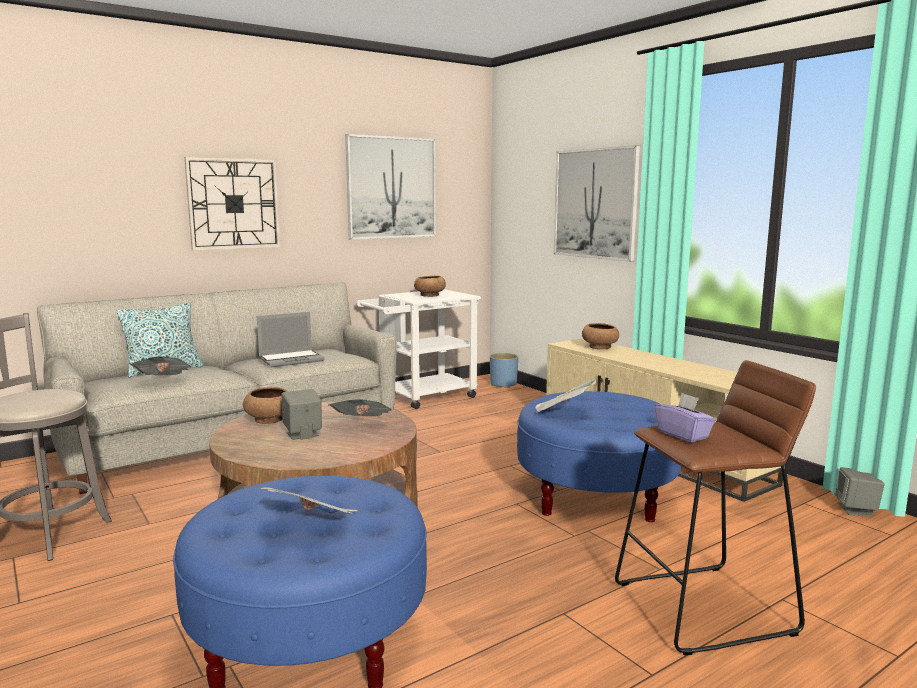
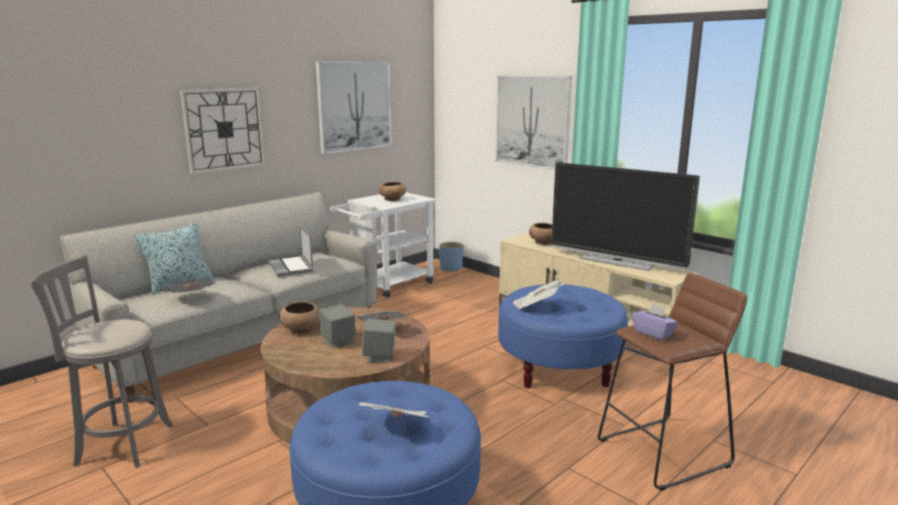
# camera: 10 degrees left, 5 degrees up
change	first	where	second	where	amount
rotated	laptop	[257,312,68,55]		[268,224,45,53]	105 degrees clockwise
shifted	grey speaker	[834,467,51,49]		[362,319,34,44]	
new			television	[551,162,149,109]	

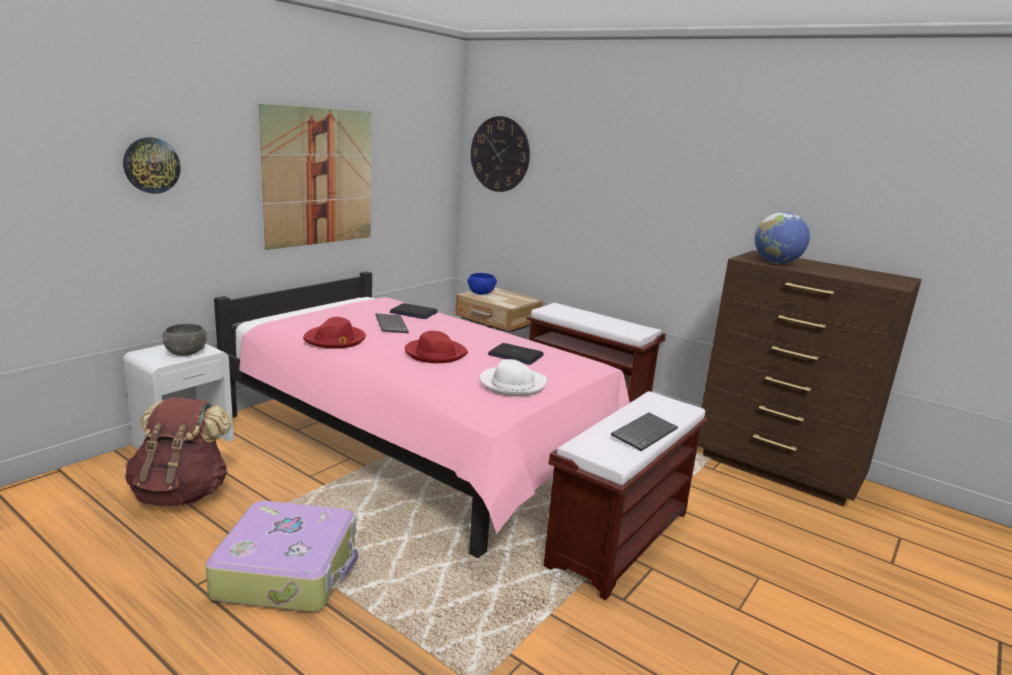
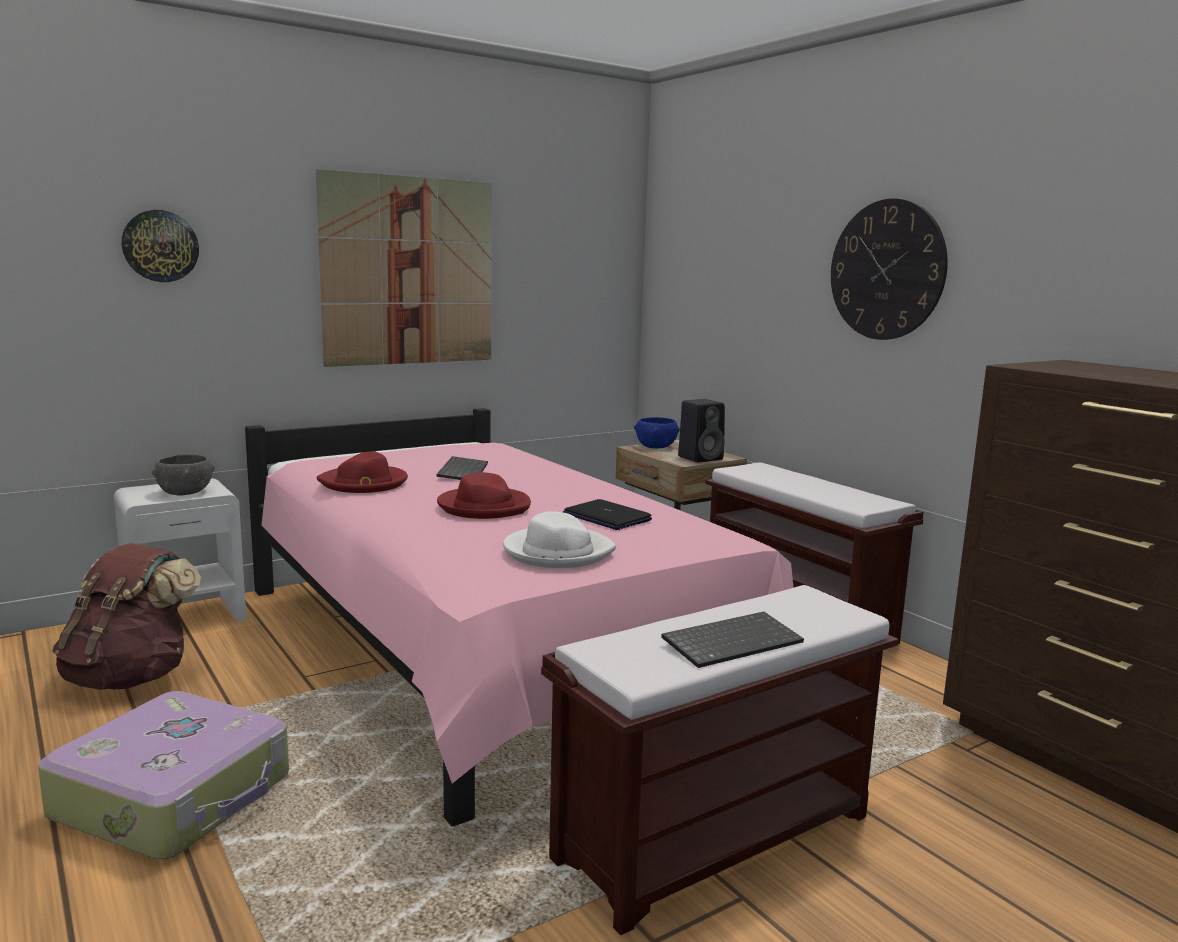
# camera: 20 degrees right, 5 degrees down
change	first	where	second	where	amount
gone	laptop	[390,303,48,16]			
shifted	wall clock	[471,116,59,76]		[831,198,117,142]	
gone	globe	[755,212,55,52]			
new			black speaker	[678,399,47,63]	

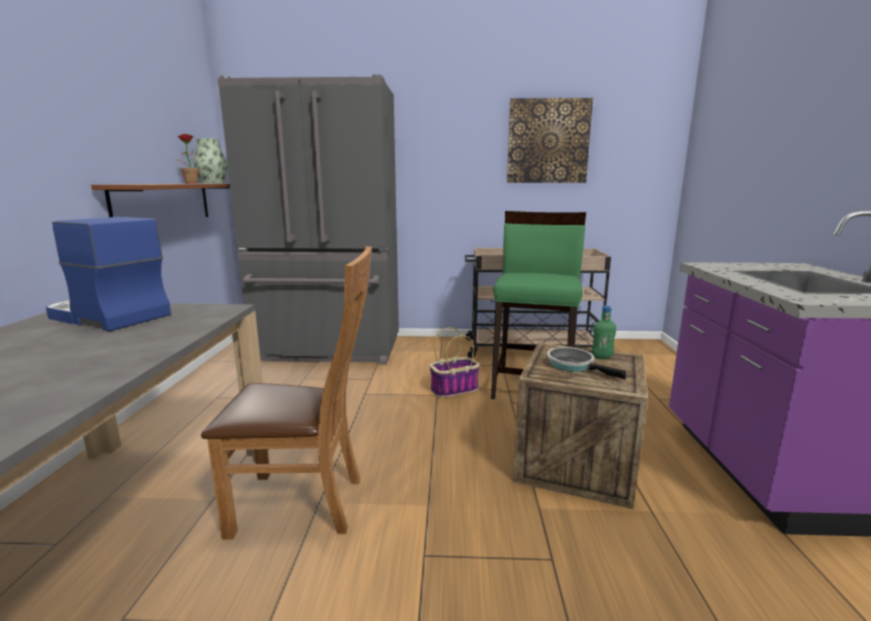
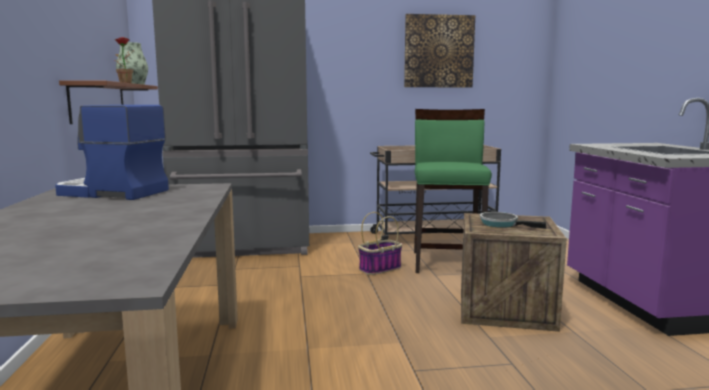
# camera: 10 degrees left, 5 degrees down
change	first	where	second	where	amount
gone	brown chair	[201,246,171,293]			
gone	green bottle	[592,306,24,53]			

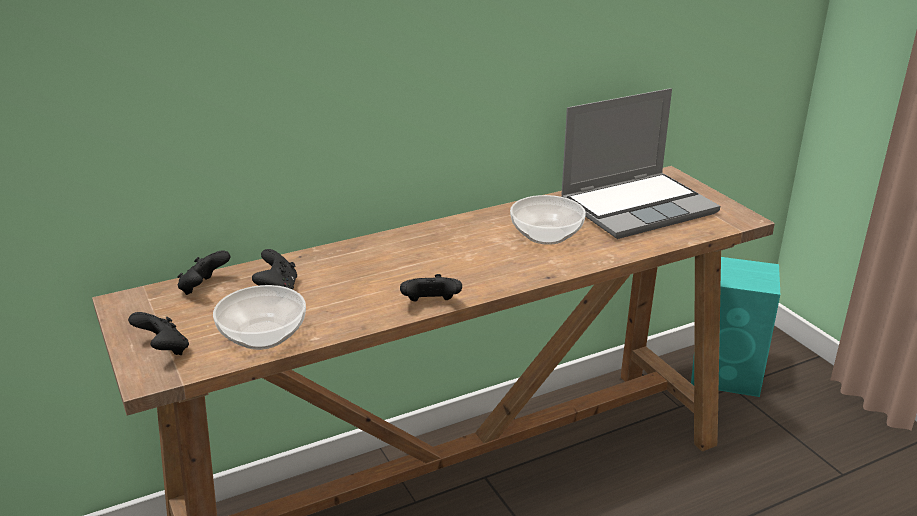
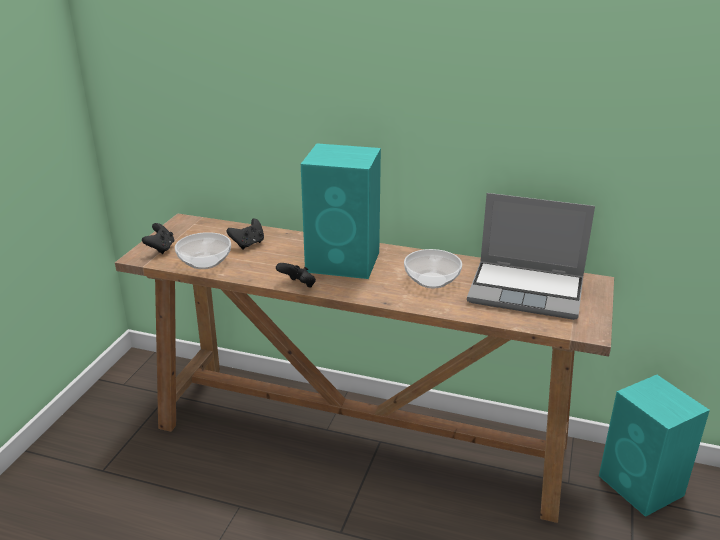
# camera: 45 degrees right, 0 degrees up
change	first	where	second	where	amount
gone	black game controller	[177,250,53,45]			
new			turquoise speaker	[301,143,80,136]	

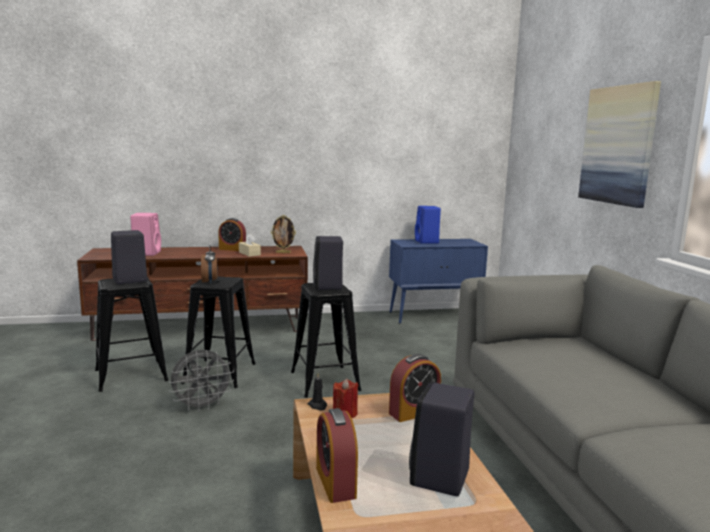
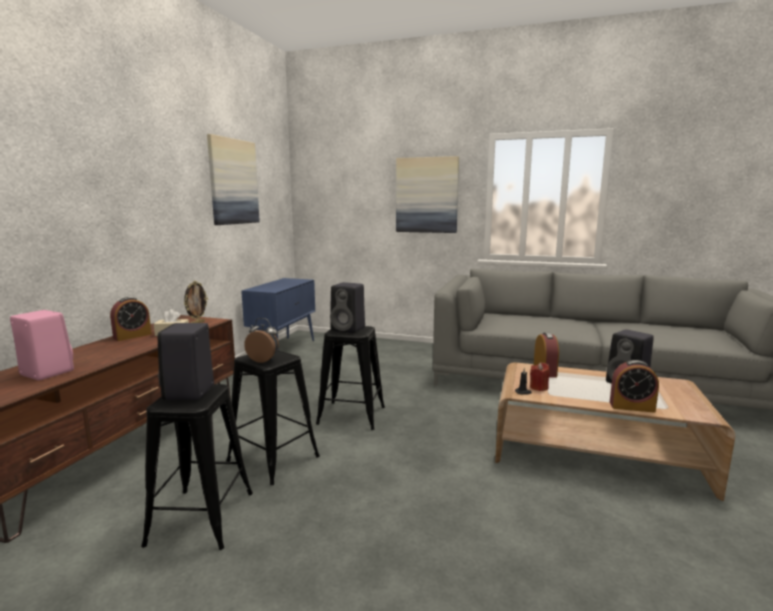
# camera: 60 degrees left, 0 degrees up
change	first	where	second	where	amount
gone	grey fan	[169,350,65,62]			
gone	blue speaker	[415,206,26,38]			
new			picture	[207,134,53,91]	

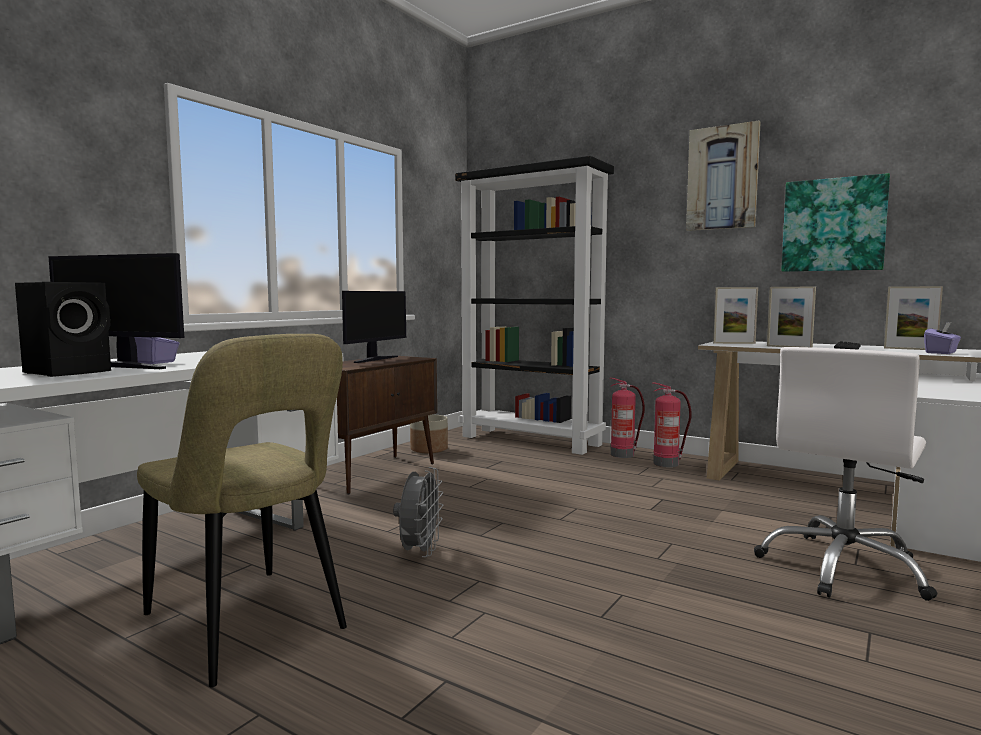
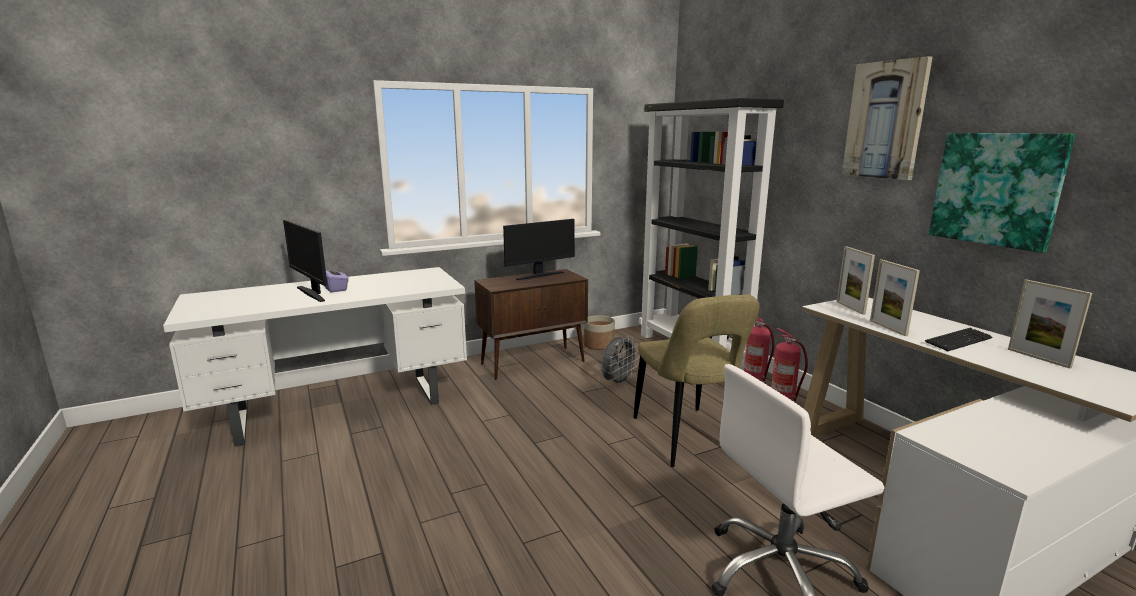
# camera: 30 degrees right, 10 degrees up
change	first	where	second	where	amount
gone	black speaker	[15,282,96,95]			
shifted	beige chair	[137,334,210,354]		[633,294,126,173]	
shifted	grey fan	[393,467,50,90]		[601,336,38,50]	
rotated	picture frame	[713,287,45,57]		[837,246,38,69]	45 degrees clockwise
gone	purple tissue box	[924,322,37,32]			

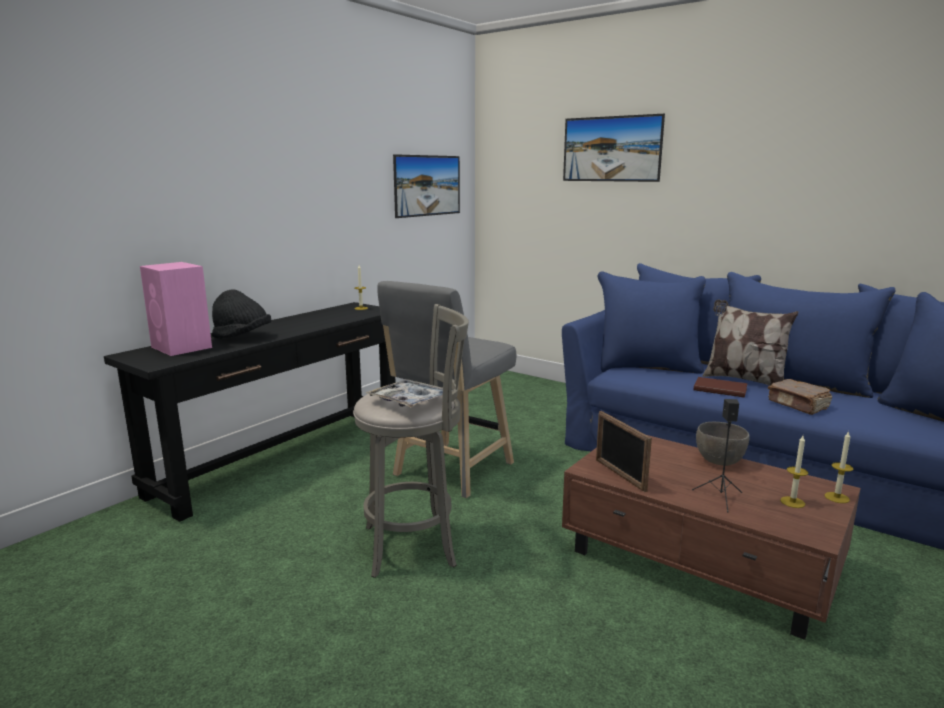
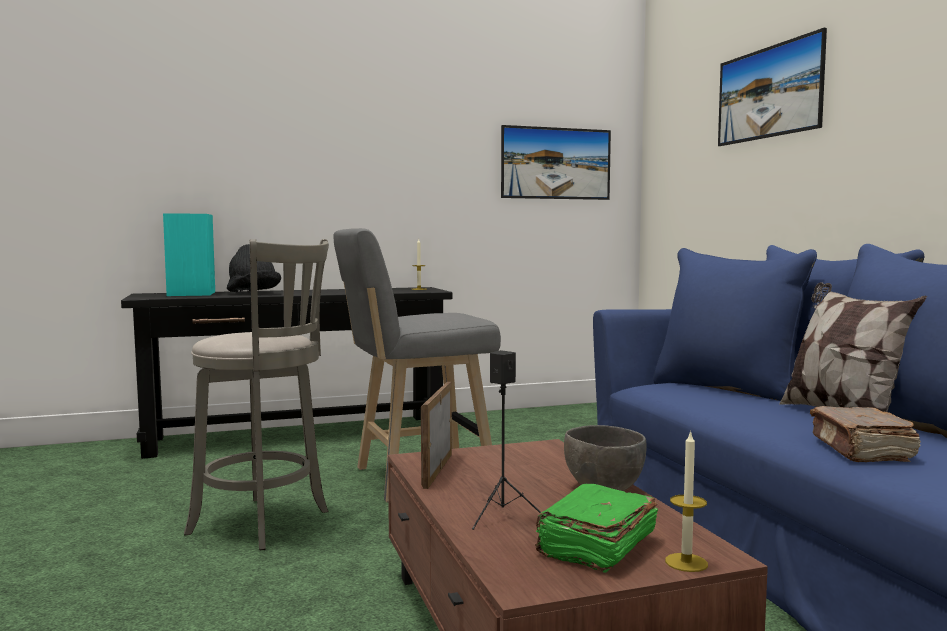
# camera: 35 degrees right, 10 degrees down
change	first	where	second	where	amount
repainted	pink speaker	[140,262,72,94]	turquoise speaker	[163,213,52,83]	
gone	tray	[366,379,77,29]			
gone	brown book	[694,377,54,21]			
swapped	candle	[780,436,29,72]	green book	[535,484,123,89]	

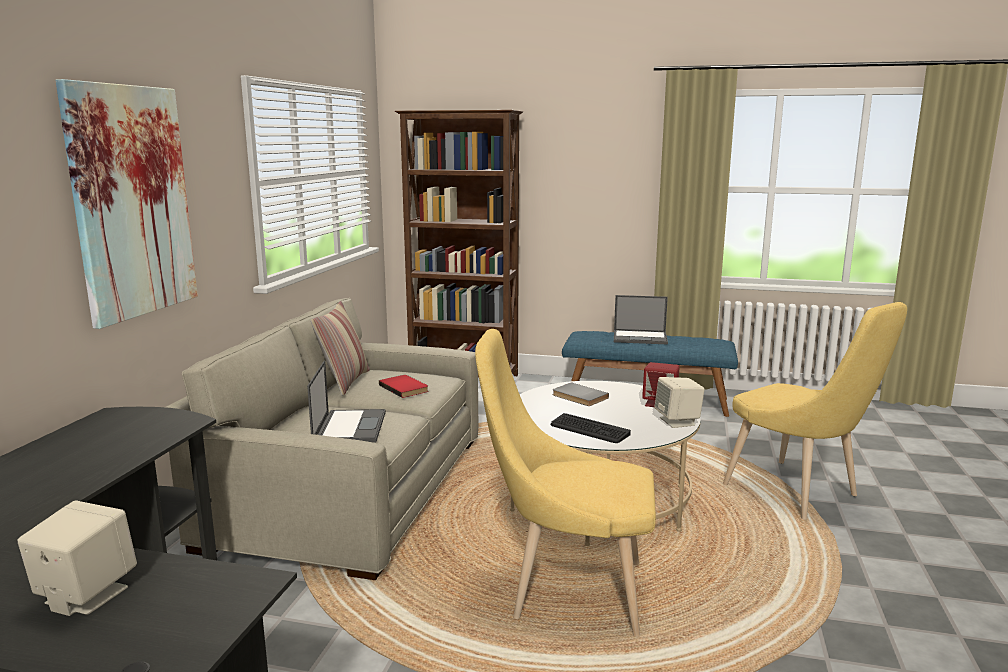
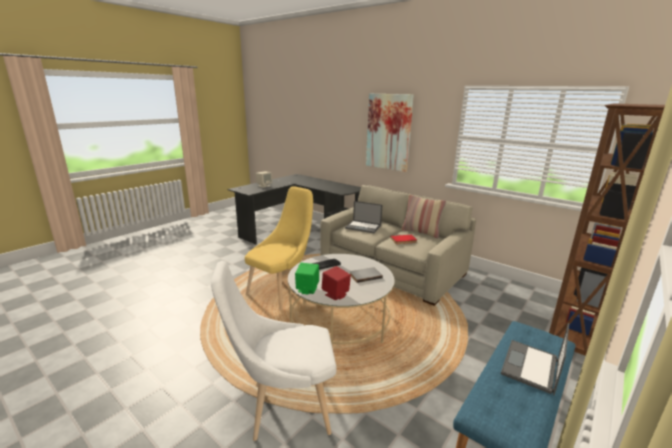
# camera: 115 degrees right, 5 degrees up
change	first	where	second	where	amount
repainted	beige speaker	[654,377,51,51]	green speaker	[295,263,24,32]	
repainted	yellow chair	[723,302,184,218]	white chair	[211,261,125,180]	

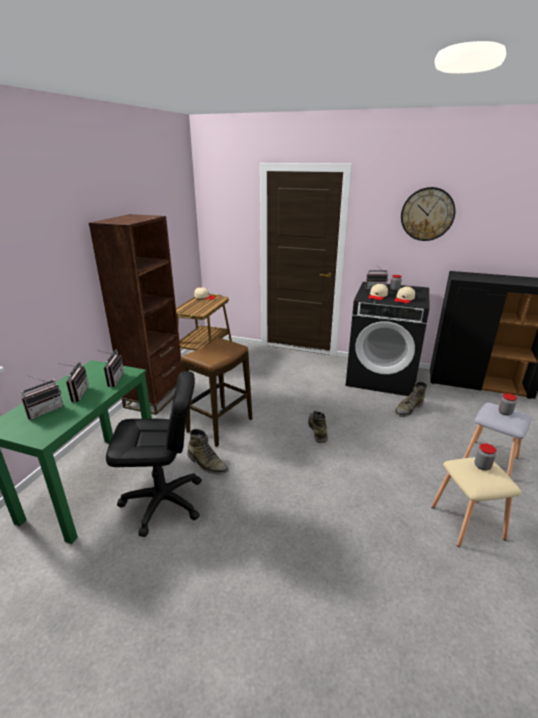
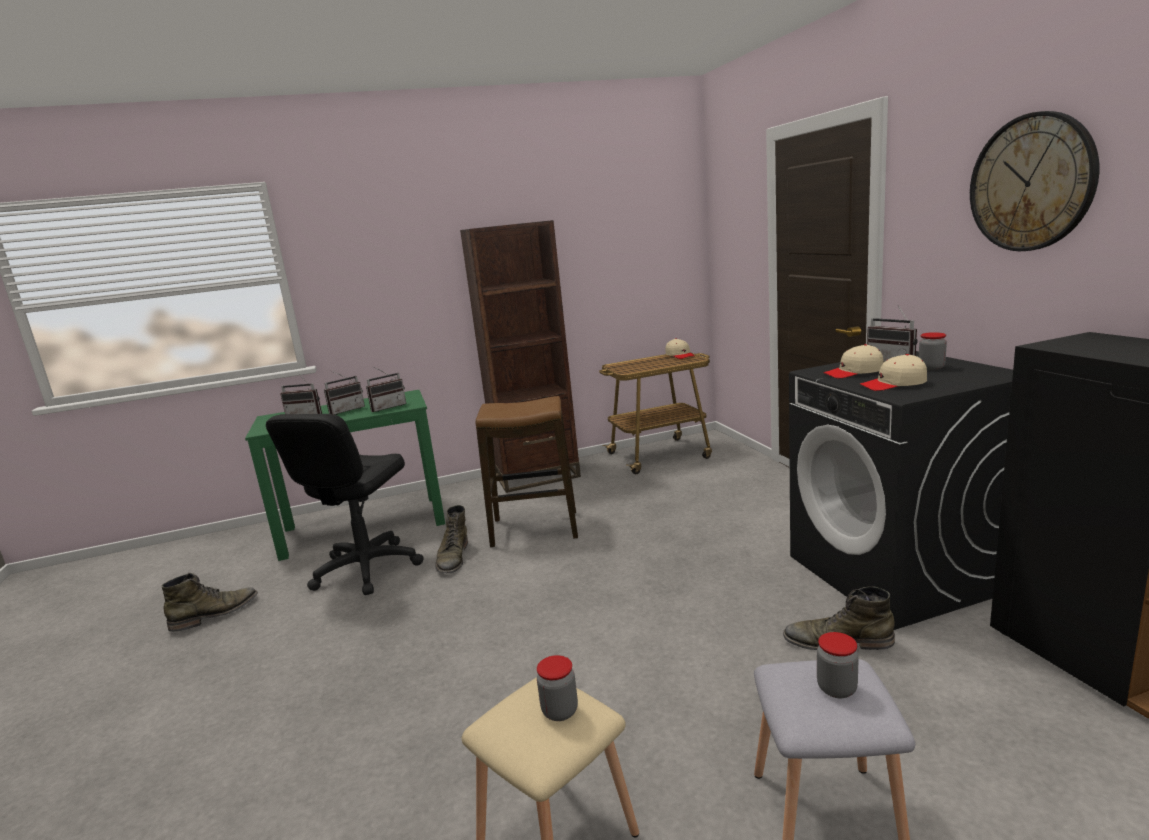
# camera: 55 degrees right, 10 degrees down
change	first	where	second	where	amount
rotated	black office chair	[106,371,96,166]		[266,414,158,181]	60 degrees clockwise
shifted	green boot	[308,411,20,32]		[162,573,96,59]	

